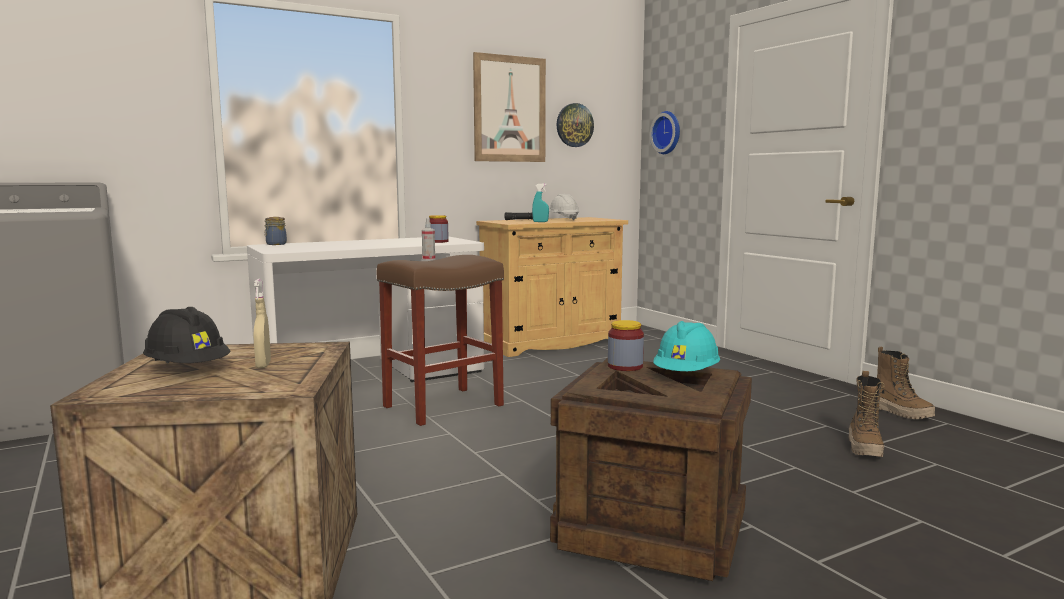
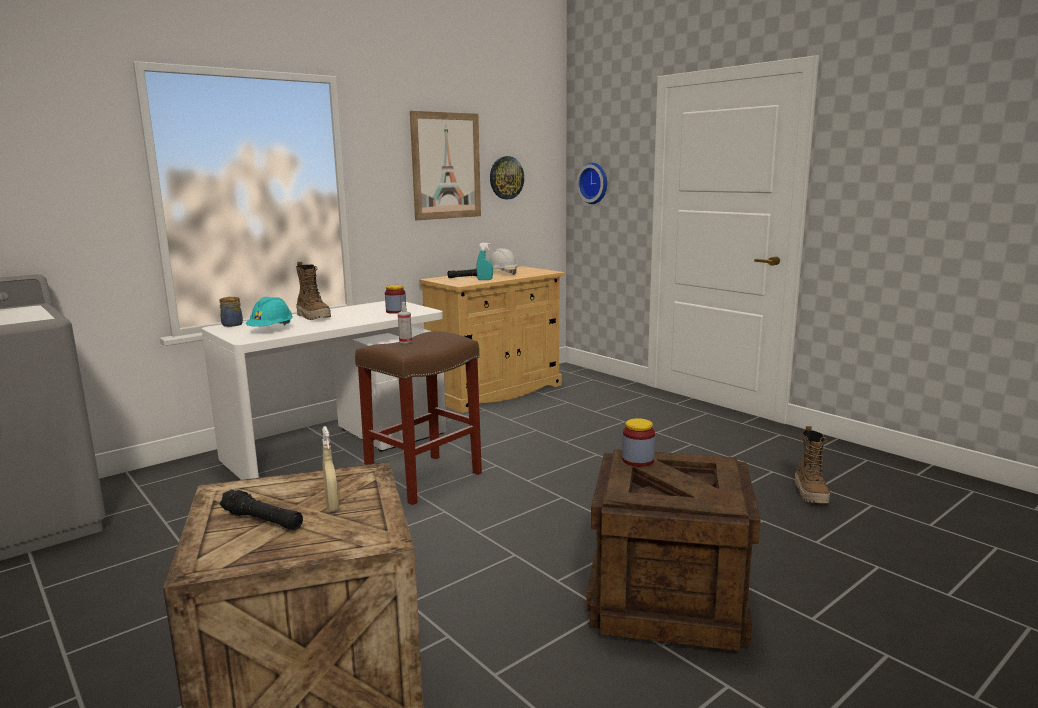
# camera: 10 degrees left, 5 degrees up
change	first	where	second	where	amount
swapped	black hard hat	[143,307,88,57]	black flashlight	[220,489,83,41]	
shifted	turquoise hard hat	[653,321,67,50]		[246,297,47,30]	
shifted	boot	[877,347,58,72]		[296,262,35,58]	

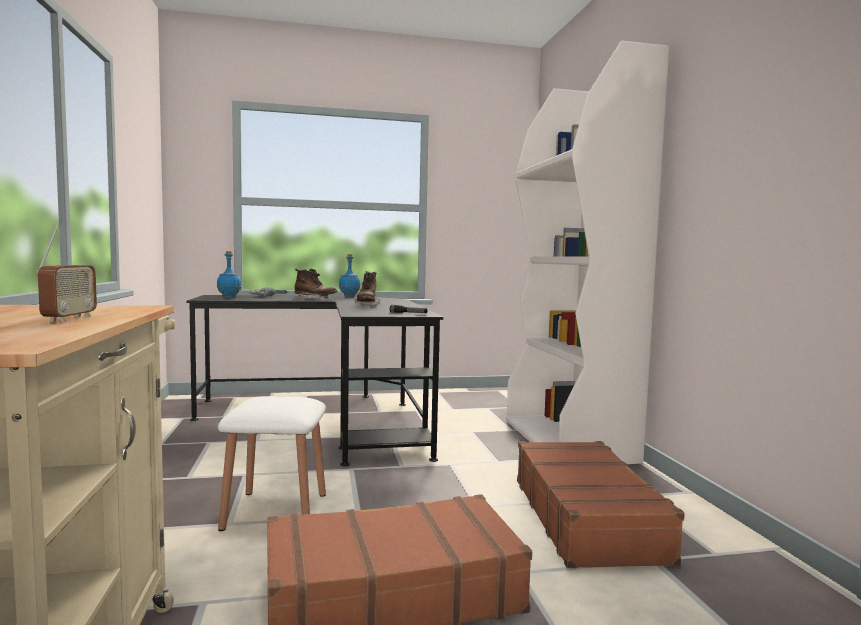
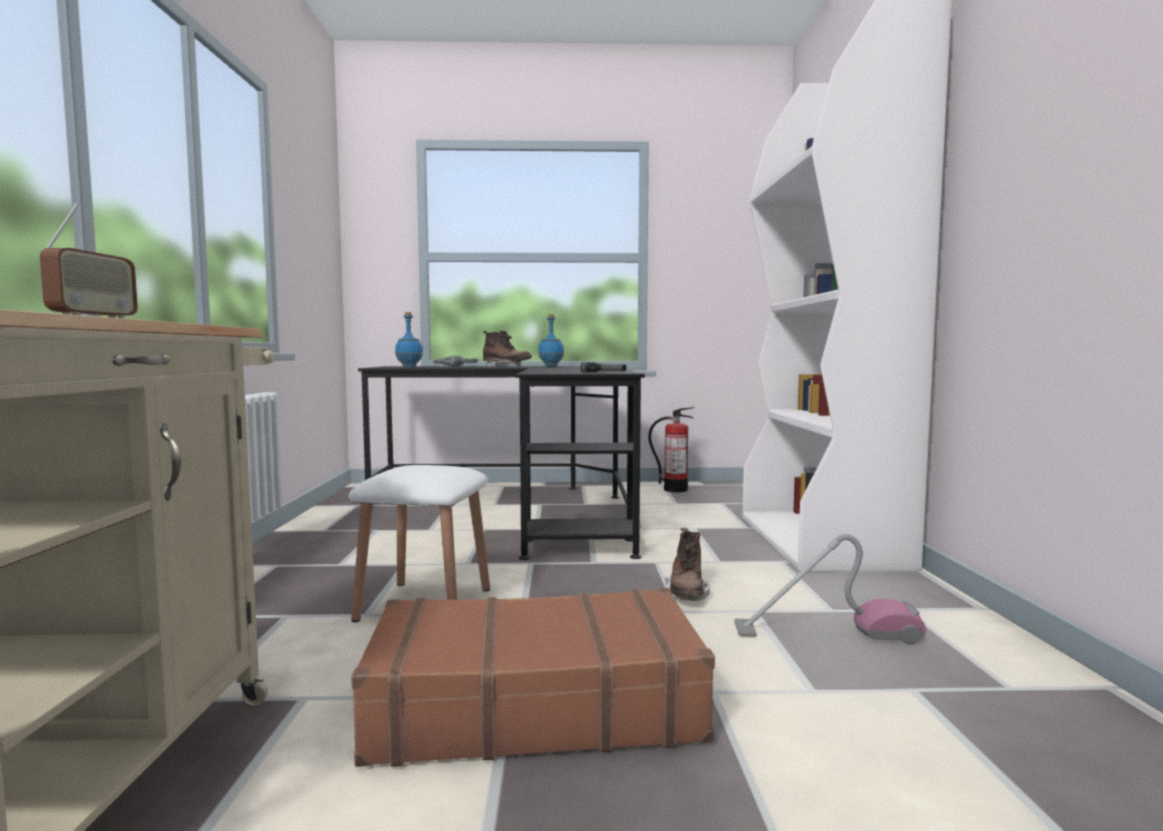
# camera: 10 degrees right, 0 degrees up
change	first	where	second	where	amount
shifted	brown boot	[354,271,26,35]		[665,528,45,73]	
swapped	brown suitcase	[517,441,168,127]	vacuum cleaner	[734,534,192,110]	
new			fire extinguisher	[648,407,47,85]	

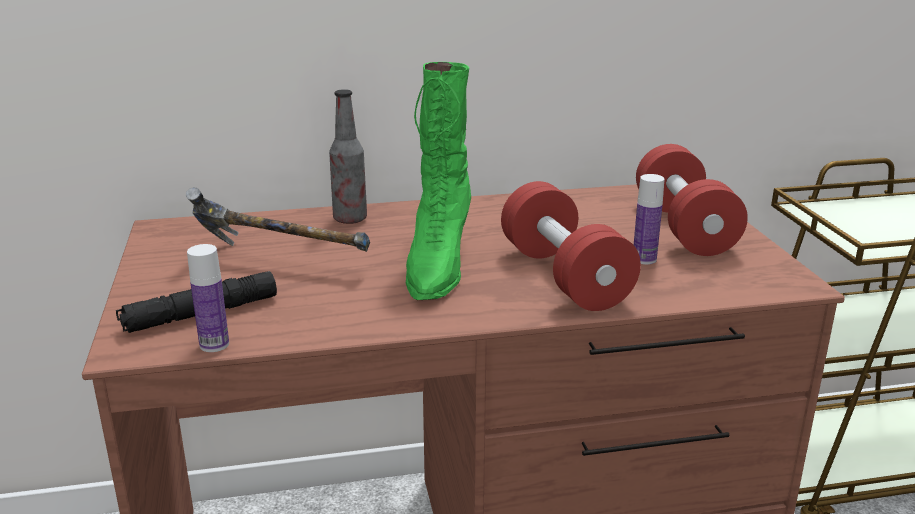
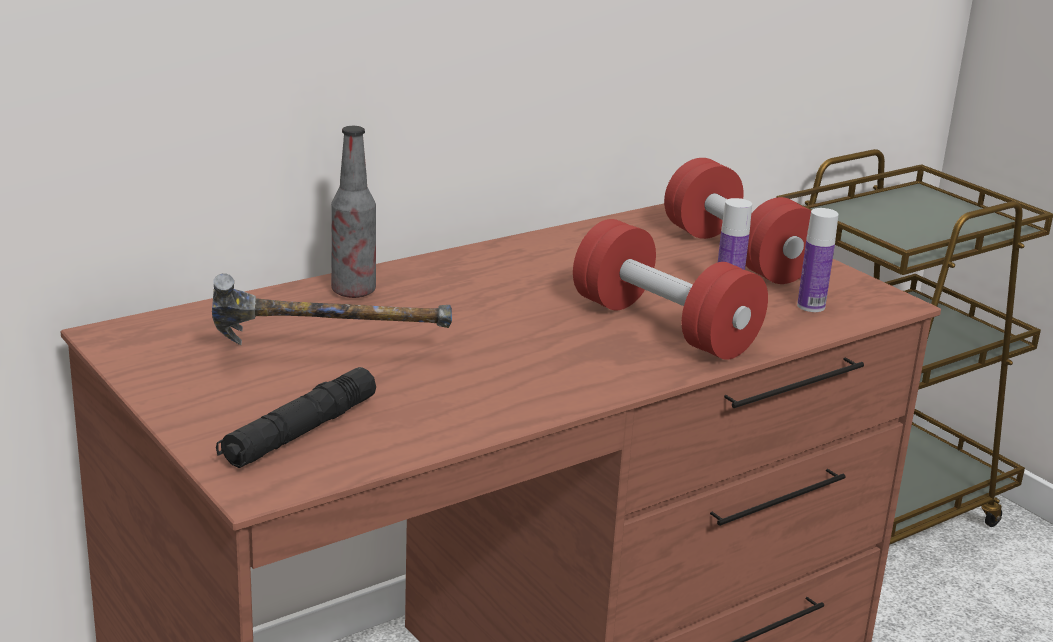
# camera: 25 degrees left, 0 degrees up
change	first	where	second	where	amount
shifted	bottle	[187,244,42,108]		[797,208,42,104]	
gone	green boot	[406,62,65,238]			

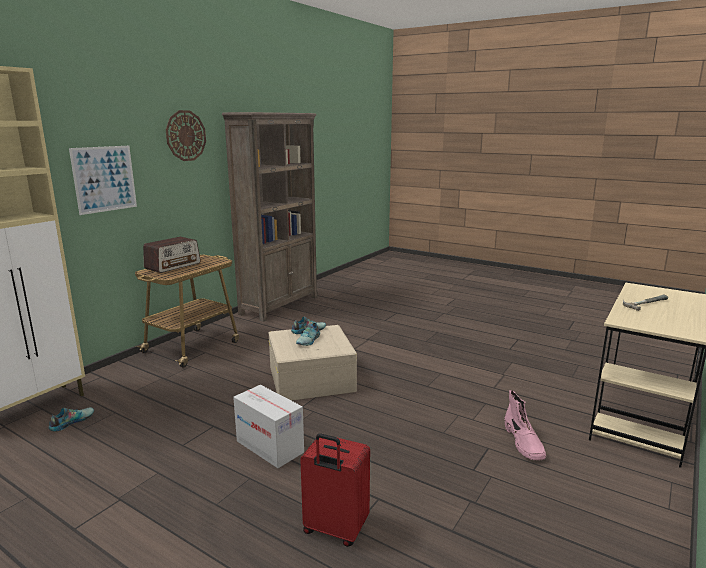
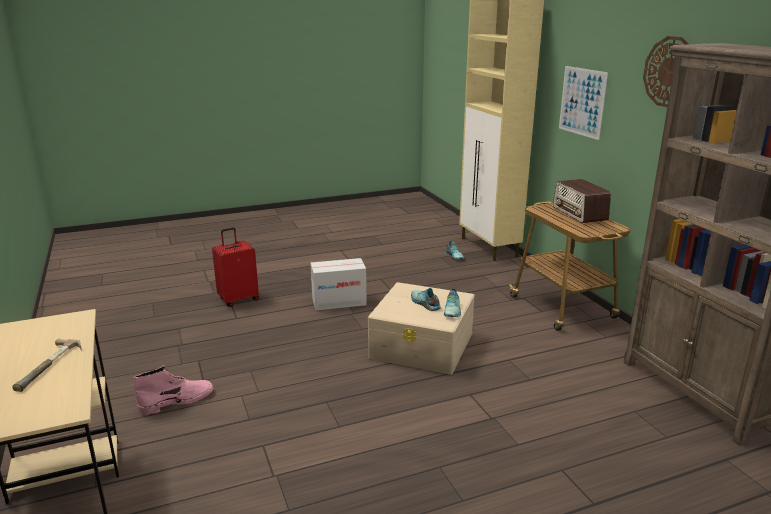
# camera: 125 degrees right, 5 degrees up
change	first	where	second	where	amount
rotated	pink boot	[504,390,42,71]		[133,365,80,50]	120 degrees clockwise

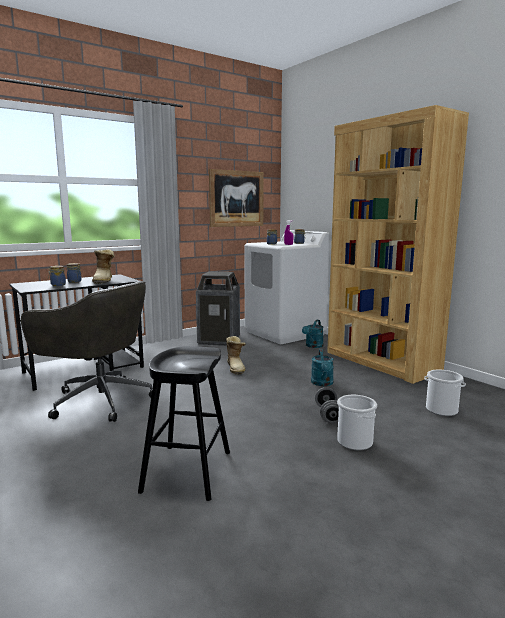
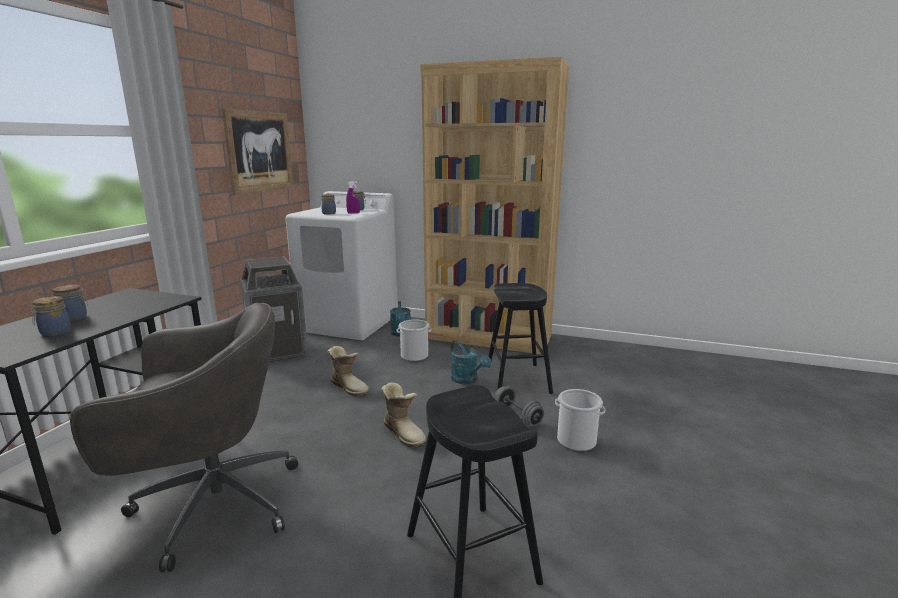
# camera: 35 degrees left, 5 degrees up
change	first	where	second	where	amount
shifted	boot	[92,249,23,35]		[381,382,45,67]	
shifted	bucket	[424,370,42,46]		[396,319,36,42]	
new			black stool	[488,283,65,111]	

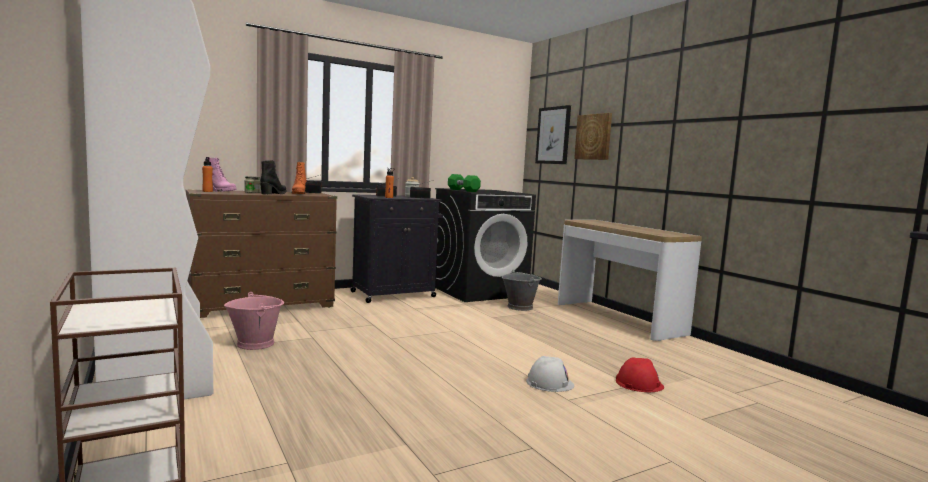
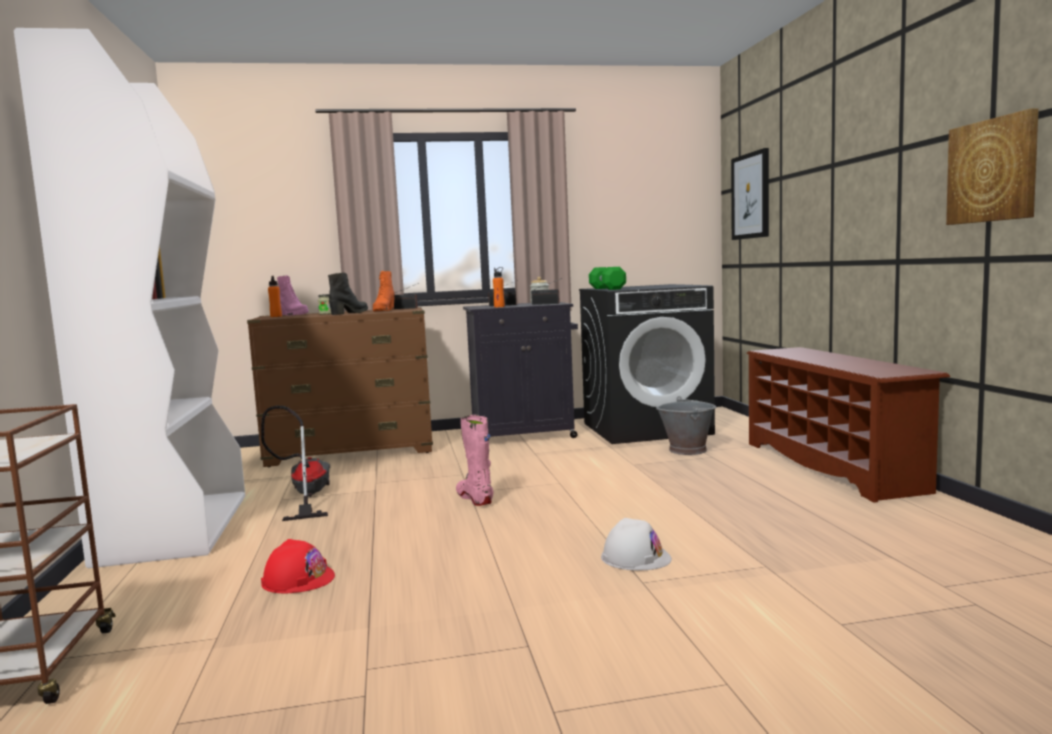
# camera: 20 degrees right, 0 degrees up
change	first	where	second	where	amount
swapped	pink bucket	[224,292,60,58]	vacuum cleaner	[261,406,69,115]	
swapped	console table	[558,220,144,121]	brown shoe rack	[746,347,204,156]	
shifted	picture	[574,113,38,47]		[946,108,93,117]	
shifted	red hard hat	[616,357,48,35]		[261,539,74,54]	
new			pink boot	[456,415,38,91]	

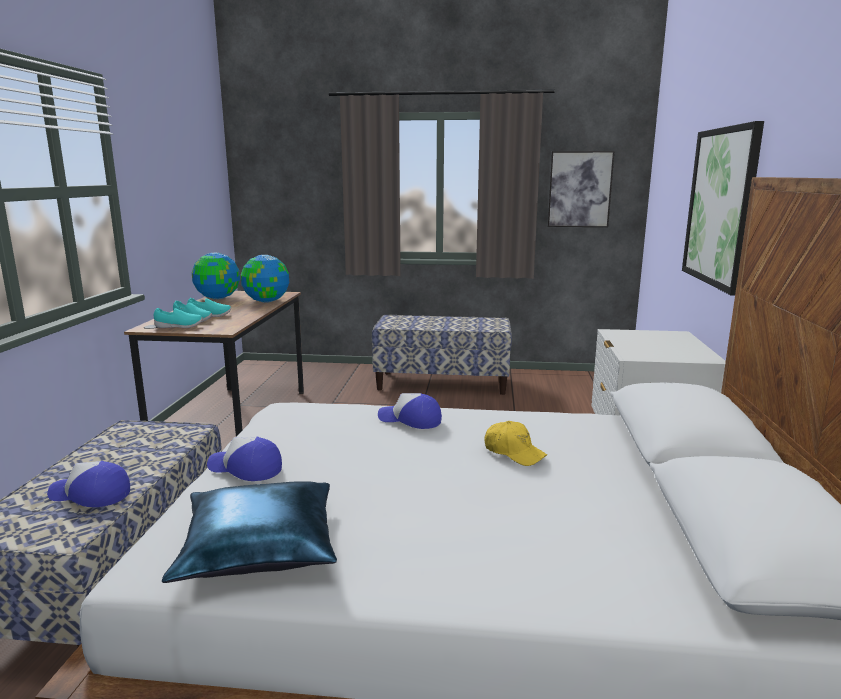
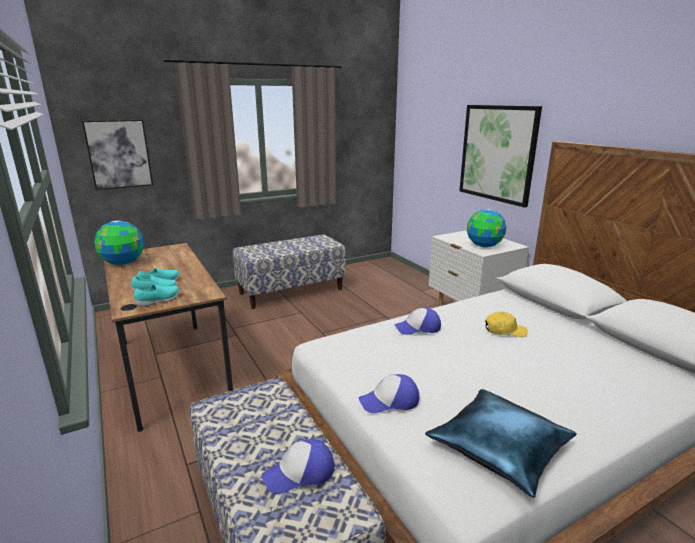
# camera: 35 degrees left, 5 degrees up
change	first	where	second	where	amount
shifted	globe	[241,255,48,48]		[467,209,40,38]	
shifted	picture	[548,151,67,76]		[82,120,71,70]	

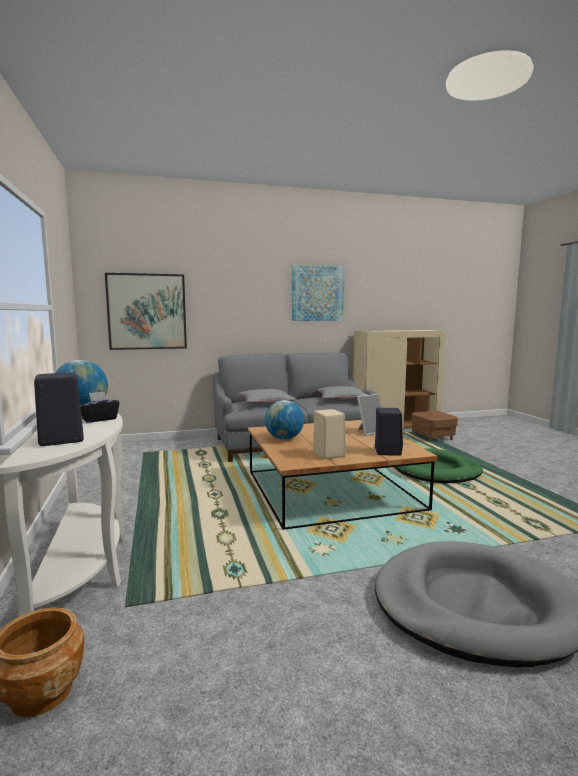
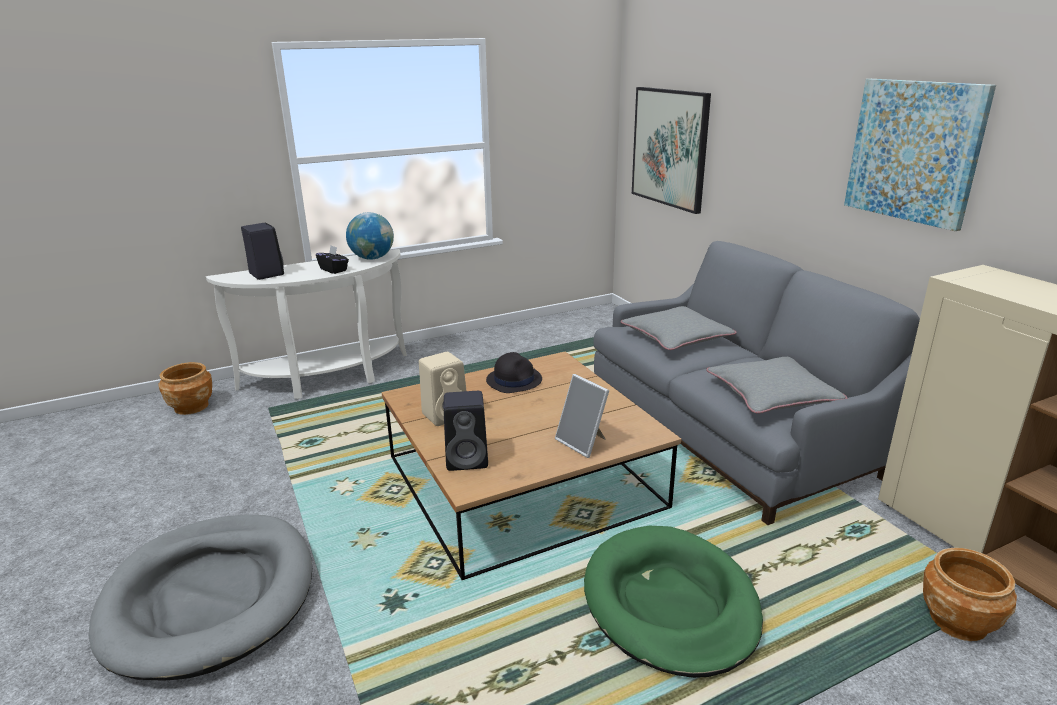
# camera: 80 degrees right, 15 degrees up
change	first	where	second	where	amount
swapped	globe	[265,400,39,40]	black hat	[486,352,56,41]	
swapped	brown ottoman	[411,411,47,31]	brown planter	[923,548,94,93]	

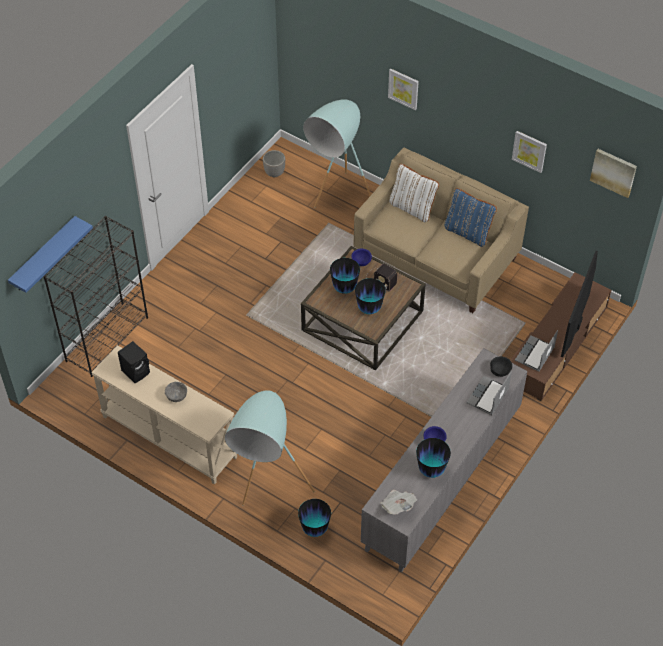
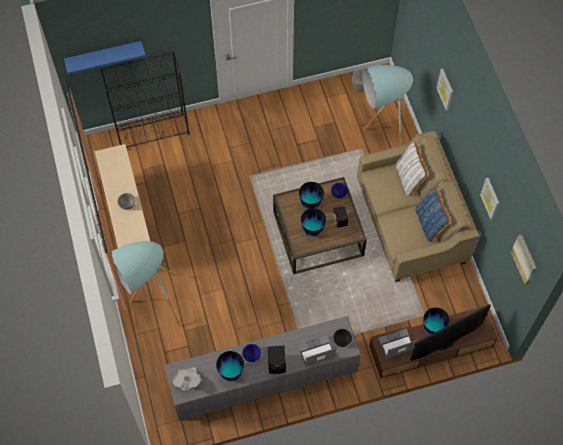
# camera: 40 degrees right, 10 degrees up
change	first	where	second	where	amount
shifted	black speaker	[118,341,32,42]		[268,346,18,28]	
shifted	vase	[298,499,33,38]		[423,307,27,28]	

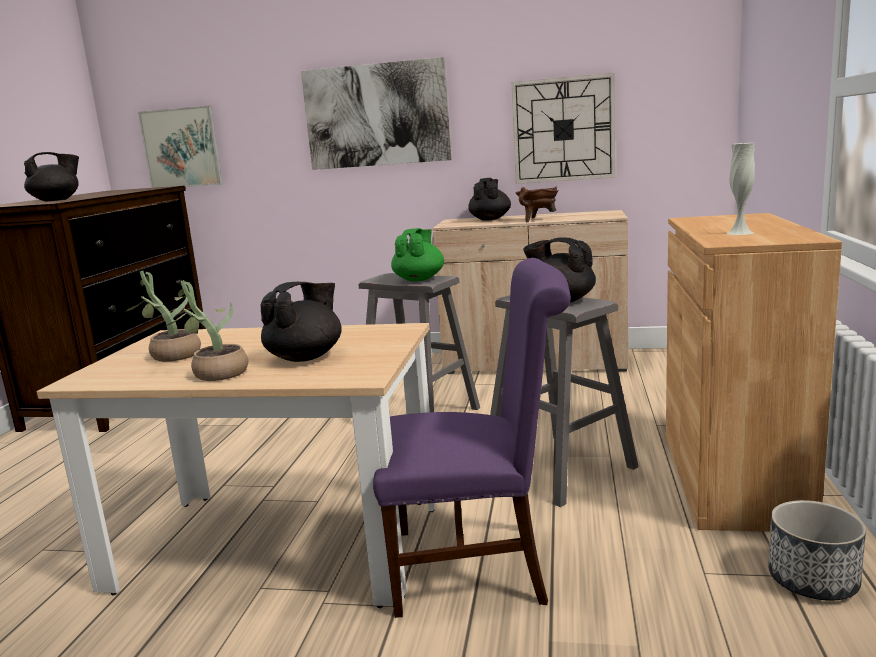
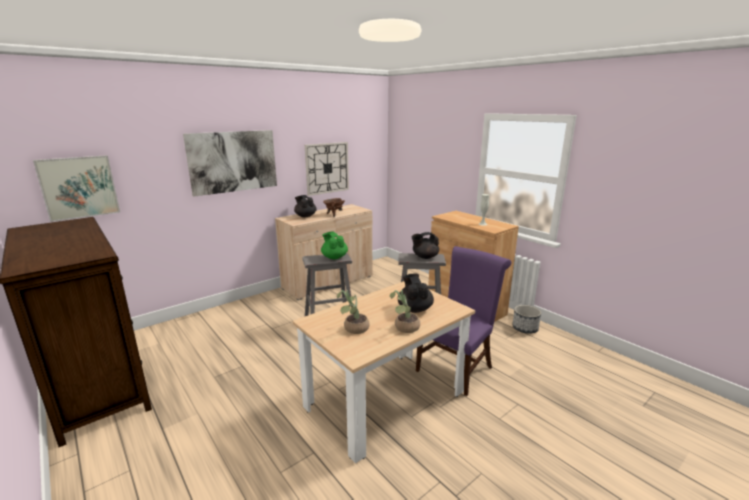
# camera: 50 degrees left, 5 degrees up
change	first	where	second	where	amount
gone	black teapot	[24,152,55,50]			

